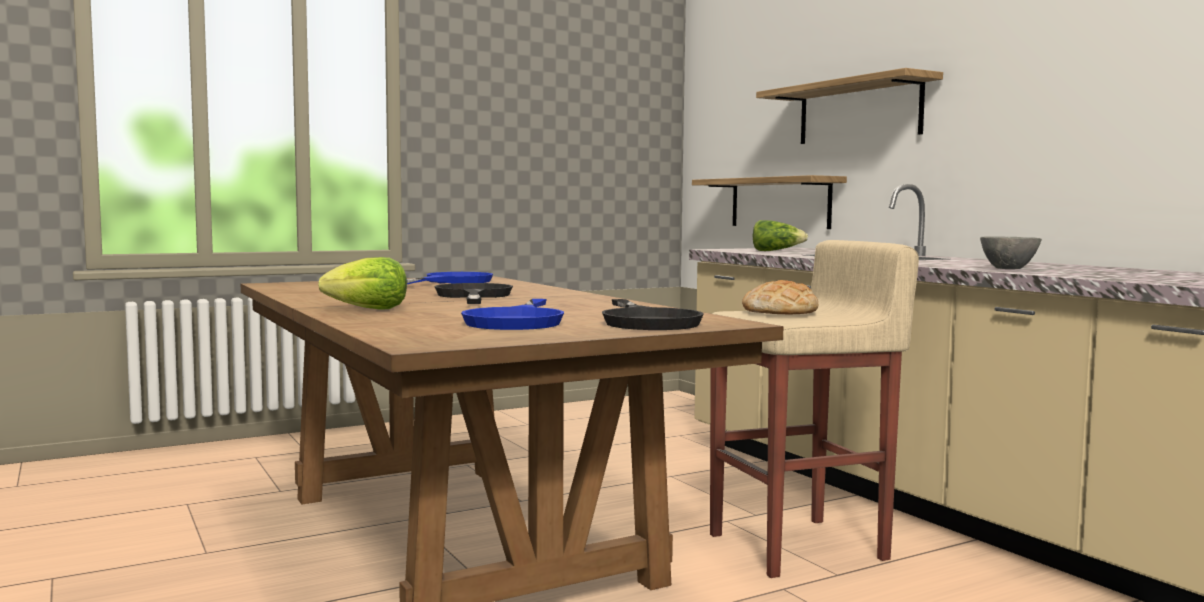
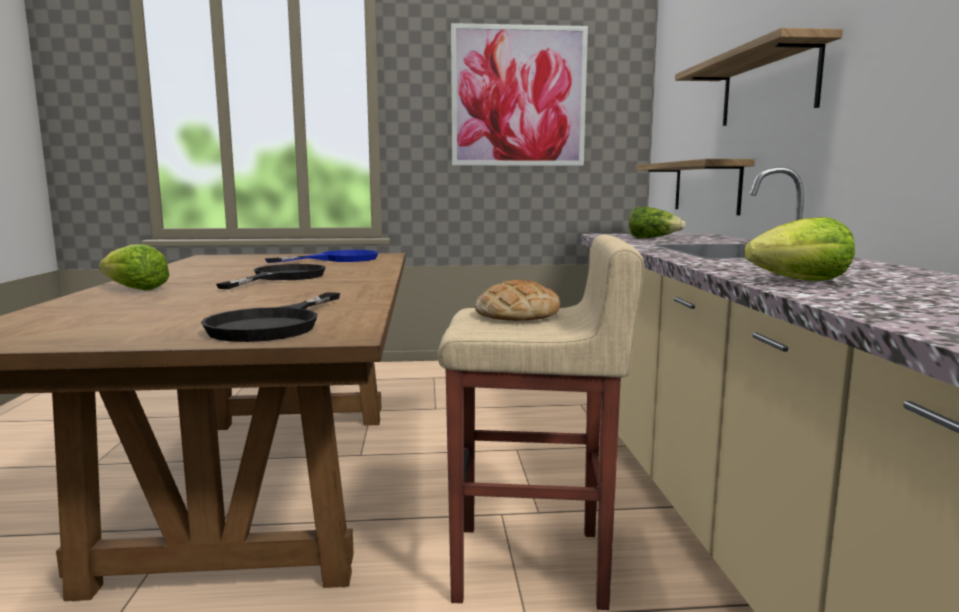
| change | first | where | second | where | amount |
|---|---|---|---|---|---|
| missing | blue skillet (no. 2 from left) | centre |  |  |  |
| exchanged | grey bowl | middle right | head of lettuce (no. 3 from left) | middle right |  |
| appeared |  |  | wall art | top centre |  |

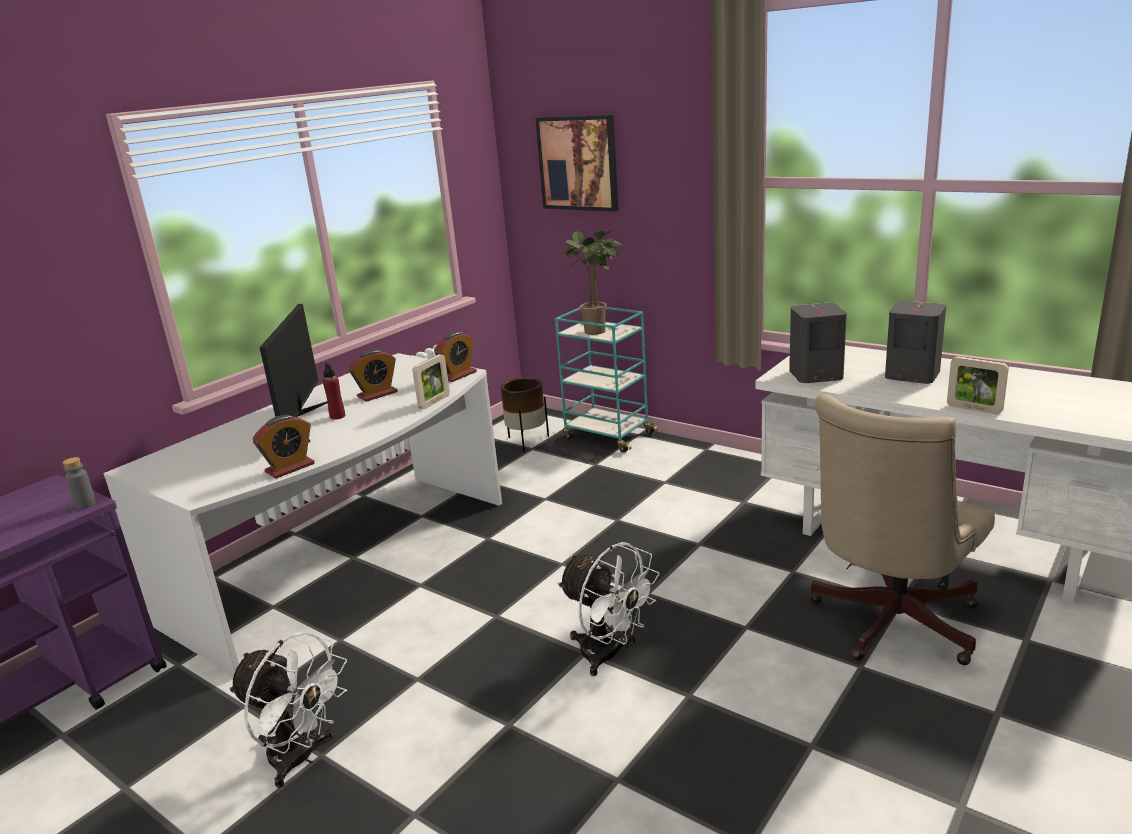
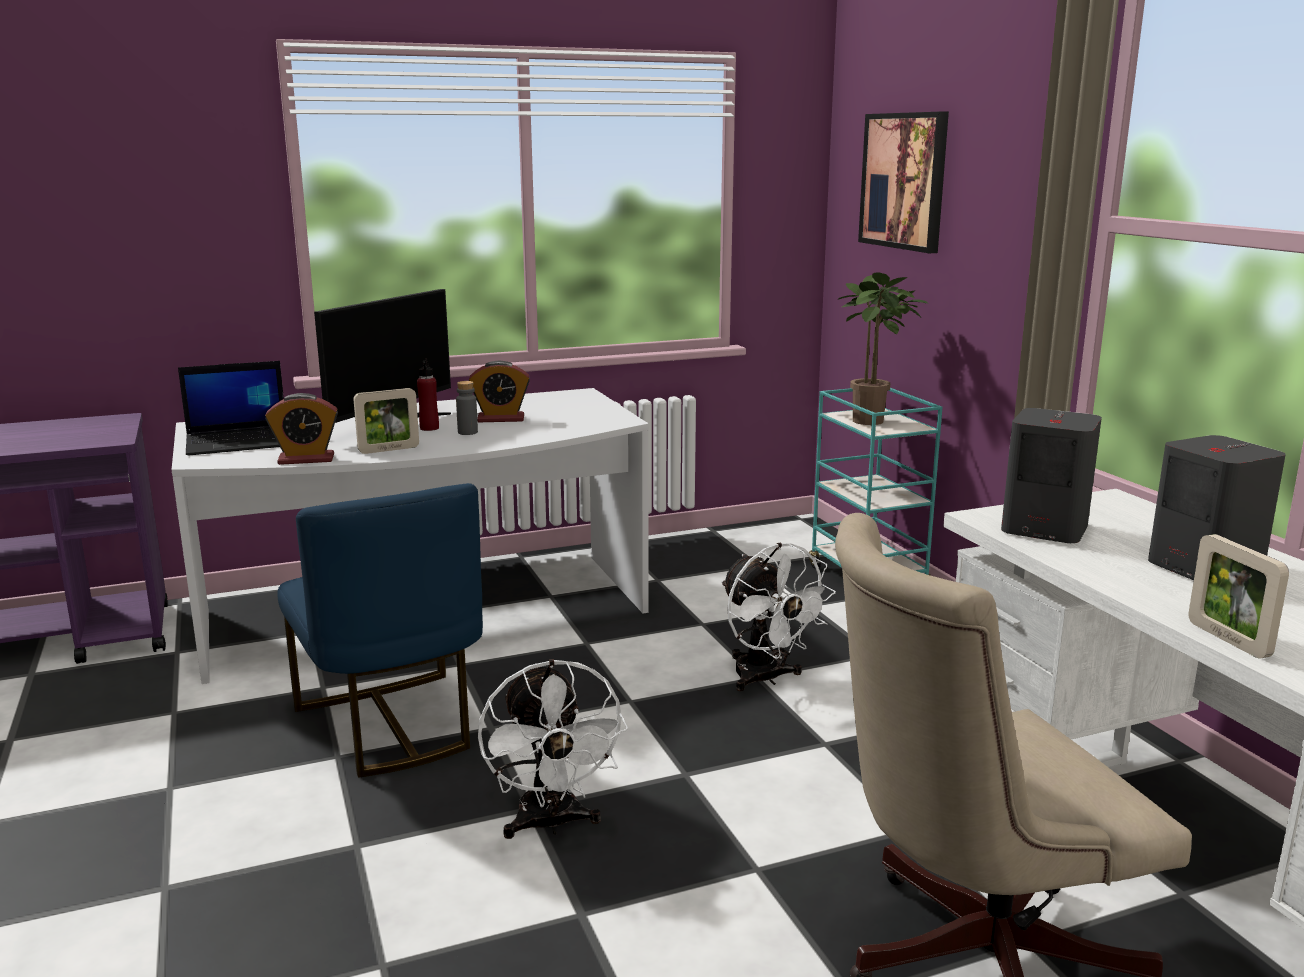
| change | first | where | second | where | amount |
|---|---|---|---|---|---|
| relocated | grey bottle | middle left |  | centre |  |
| relocated | whitish fan (no. 1 from left in the first image) | bottom left | whitish fan (no. 2 from left) | centre |  |
| relocated | picture frame (no. 1 from left) | centre |  | middle left |  |
| missing | bedside clock (no. 3 from left) | centre |  |  |  |
| missing | brown plant pot | centre |  |  |  |
| appeared |  |  | portable computer | middle left |  |
| appeared |  |  | blue chair | middle left |  |

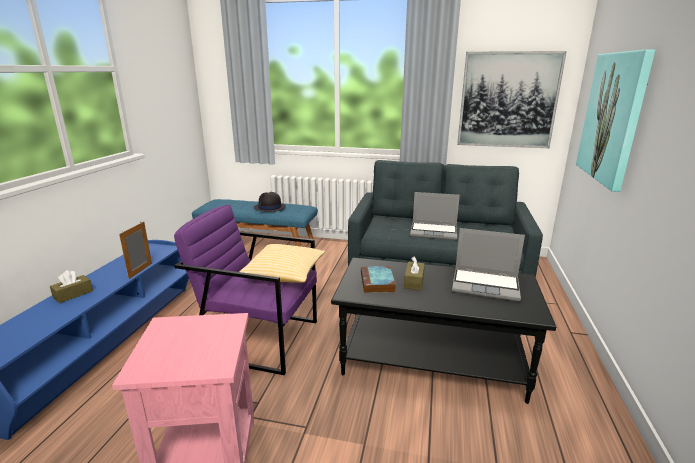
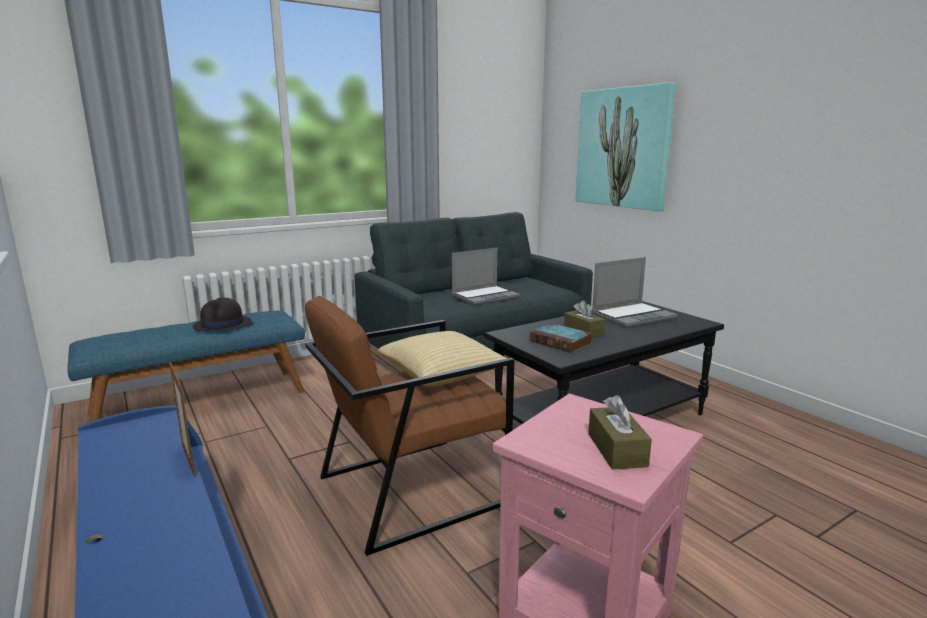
| change | first | where | second | where | amount |
|---|---|---|---|---|---|
| relocated | brown box of tissues (no. 1 from left in the first image) | middle left | brown box of tissues (no. 2 from left) | bottom right |  |
| colour | purple easy chair | centre | brown easy chair | bottom centre |  |
| missing | wall art (no. 1 from left) | top right |  |  |  |

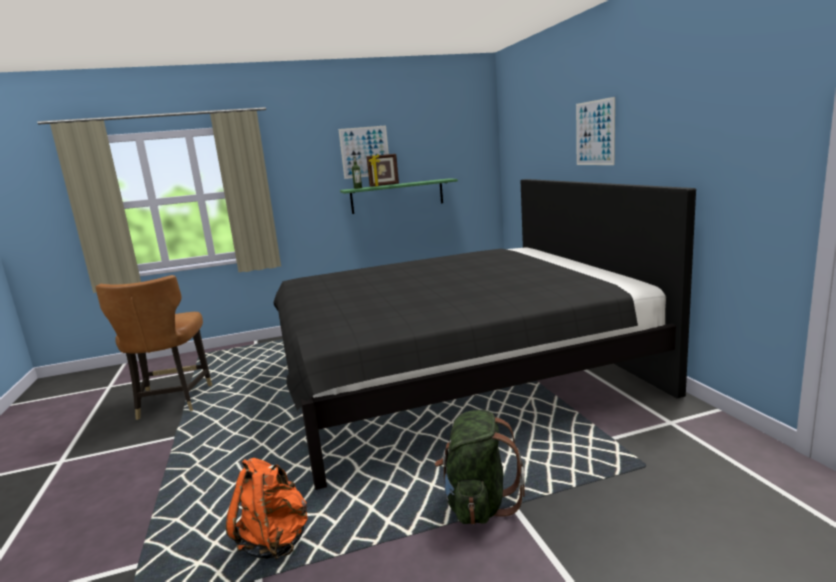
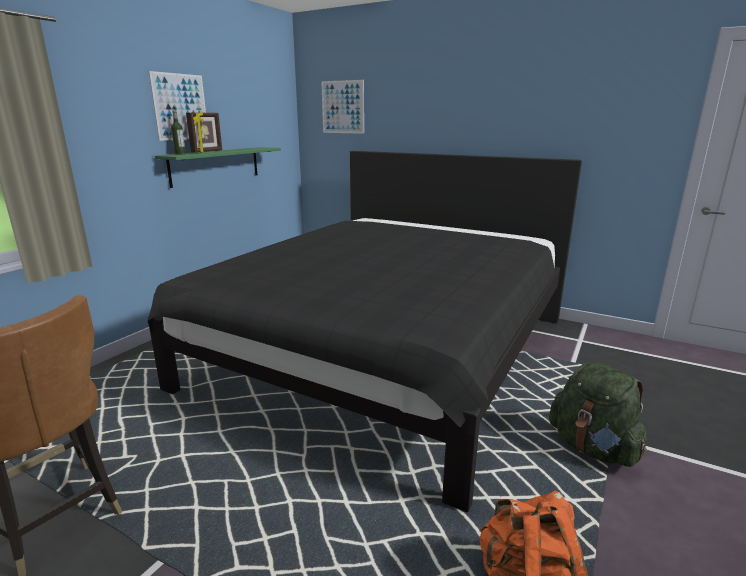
| change | first | where | second | where | amount |
|---|---|---|---|---|---|
| relocated | wall art (no. 2 from left) | top right |  | top centre |  |

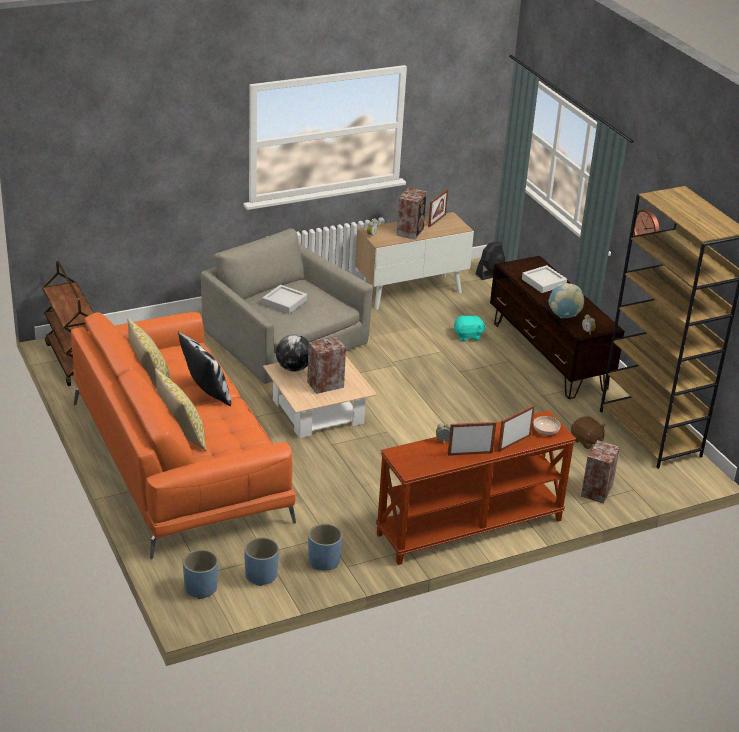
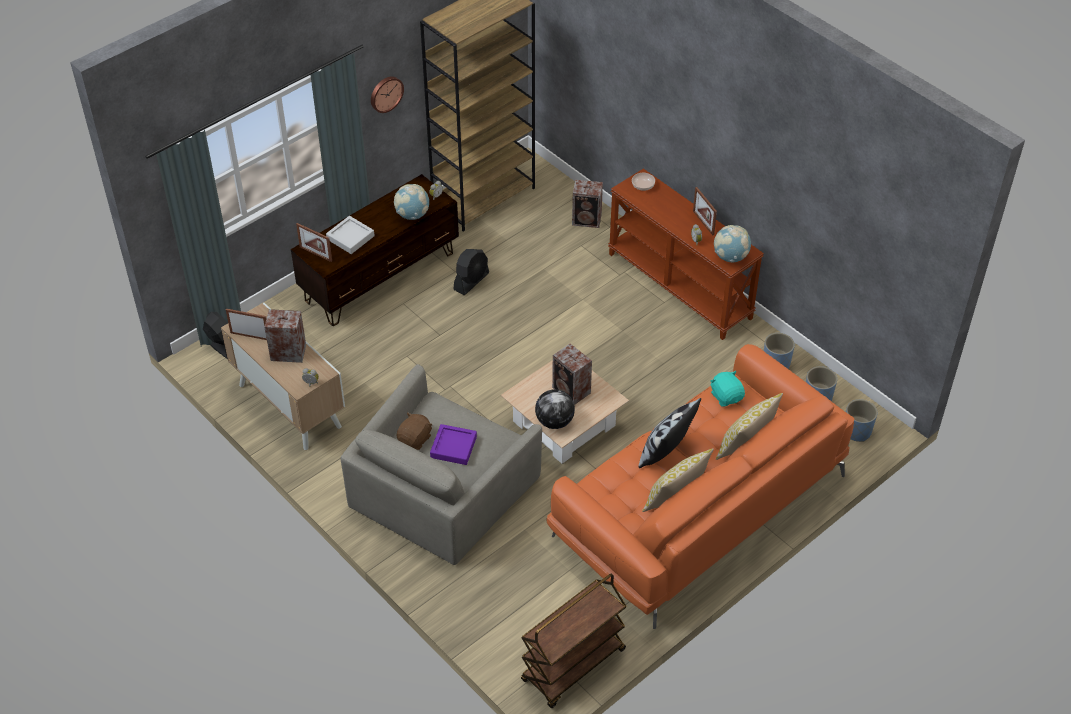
| change | first | where | second | where | amount |
|---|---|---|---|---|---|
| colour | grey carrying tray (no. 1 from left) | centre | purple carrying tray | centre |  |
| relocated | turquoise-coloured cuddly toy | centre |  | middle right |  |
| relocated | picture frame (no. 3 from left in the first image) | middle right | picture frame (no. 2 from left) | middle left |  |
| relocated | brown cuddly toy | middle right |  | centre |  |
| appeared |  |  | black fan (no. 2 from left) | centre |  |
| appeared |  |  | desk globe (no. 3 from left) | middle right |  |

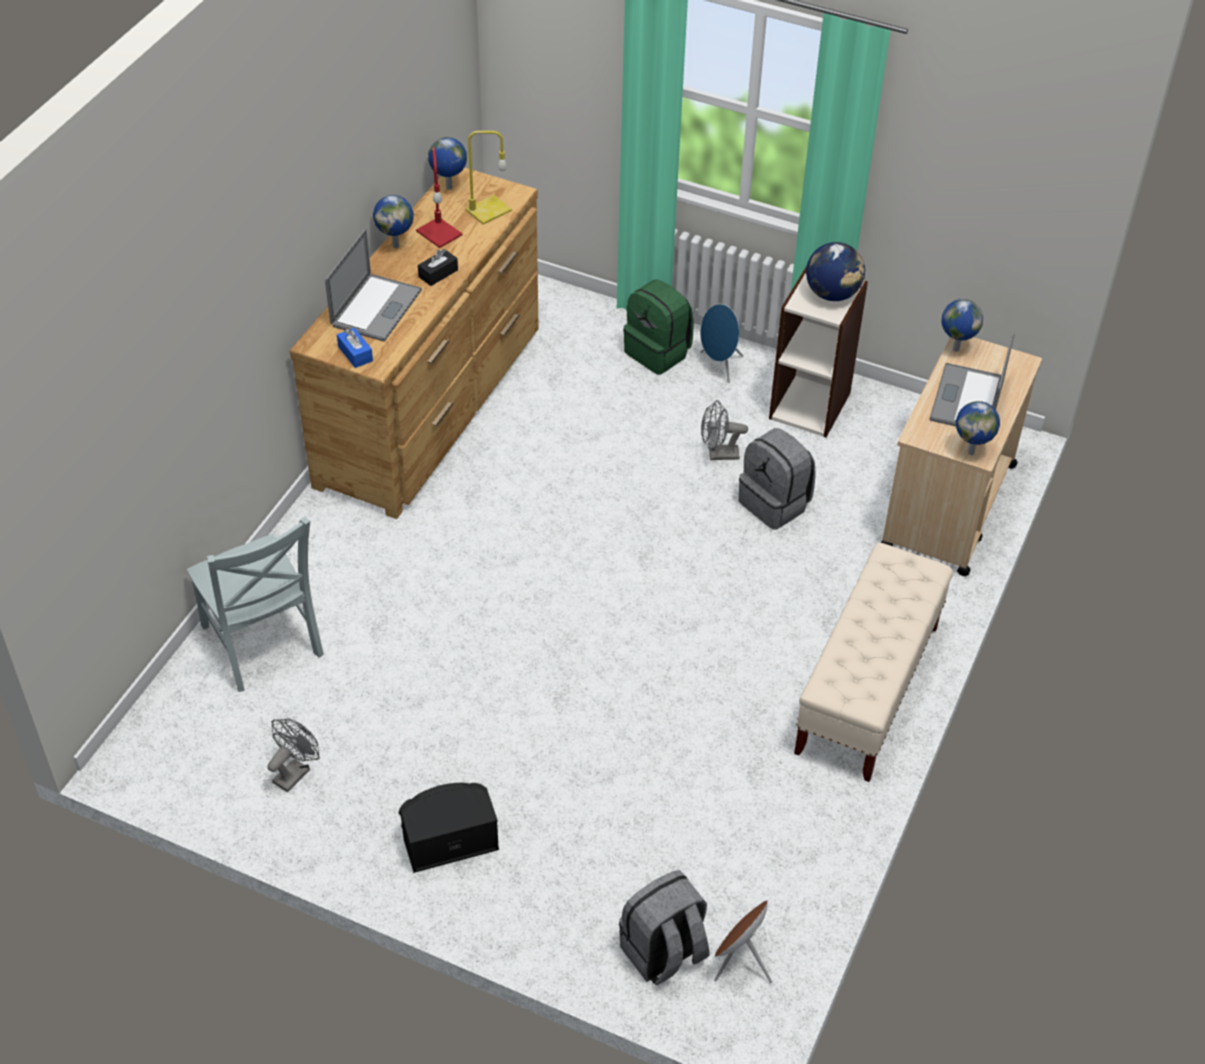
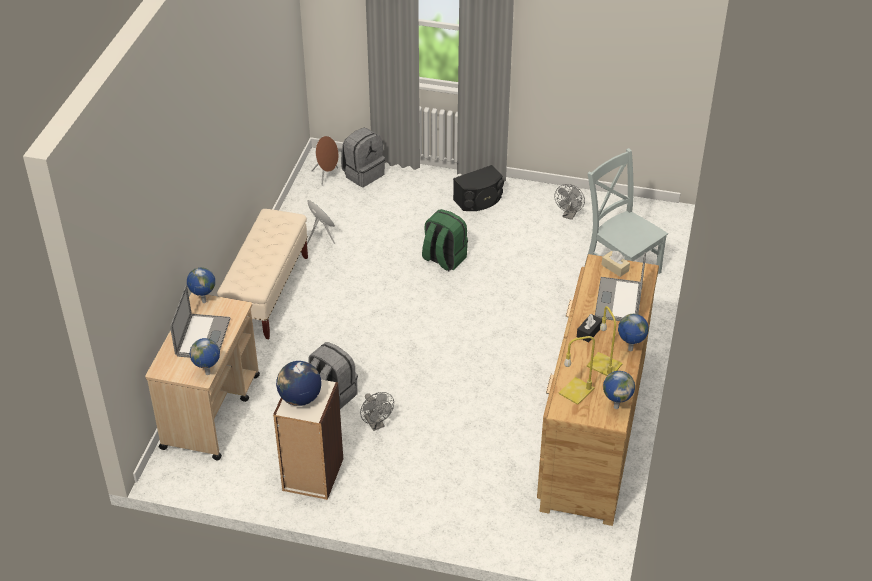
| change | first | where | second | where | amount |
|---|---|---|---|---|---|
| colour | blue box of tissues | top left | beige-coloured box of tissues | middle right |  |
| colour | reddish table lamp | top centre | yellowish table lamp (no. 2 from left) | middle right |  |
| relocated | green-coloured rucksack | top centre |  | centre |  |
| relocated | blue speaker | top centre |  | centre |  |
| spun | grey fan (no. 2 from left in the first image) | centre | grey fan (no. 1 from left) | bottom centre | 75 degrees clockwise |

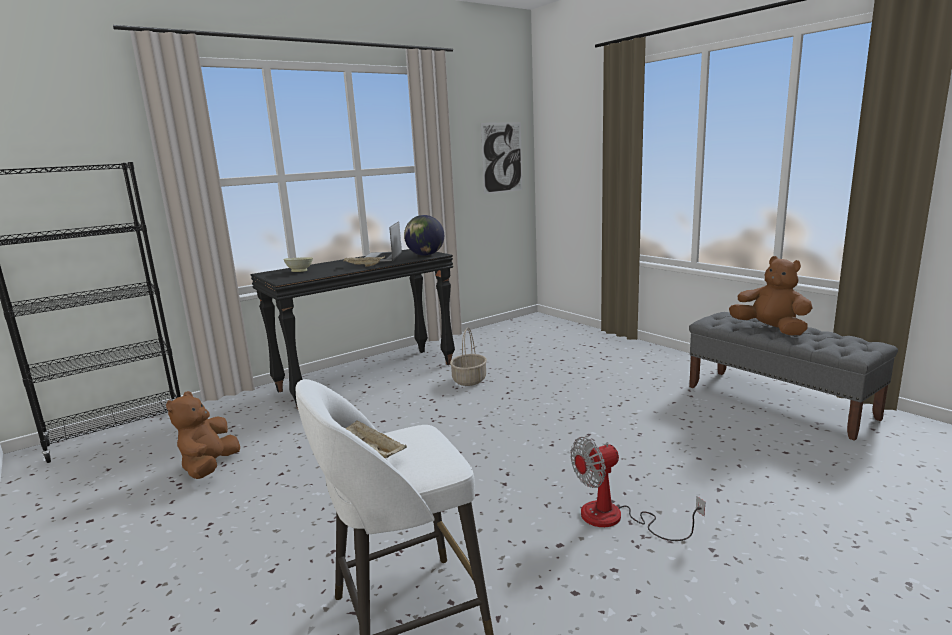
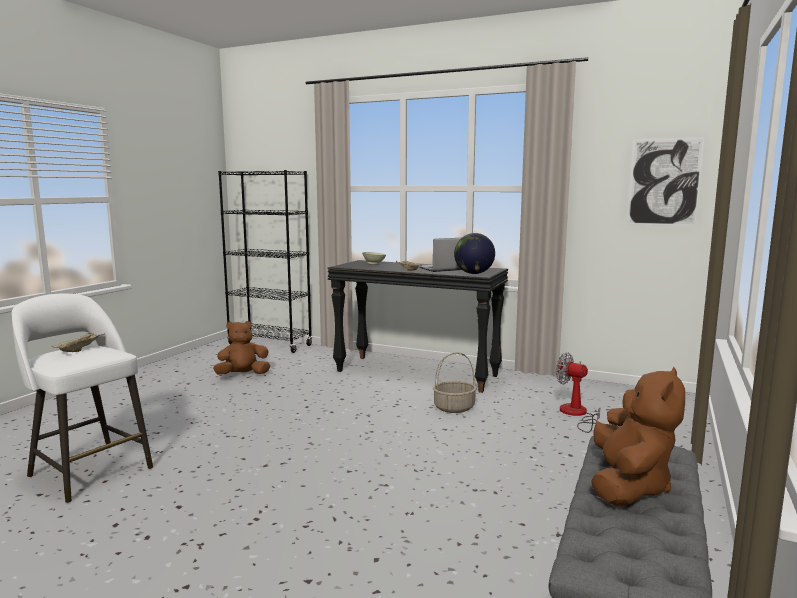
| change | first | where | second | where | amount |
|---|---|---|---|---|---|
| relocated | fan | bottom right |  | middle right |  |

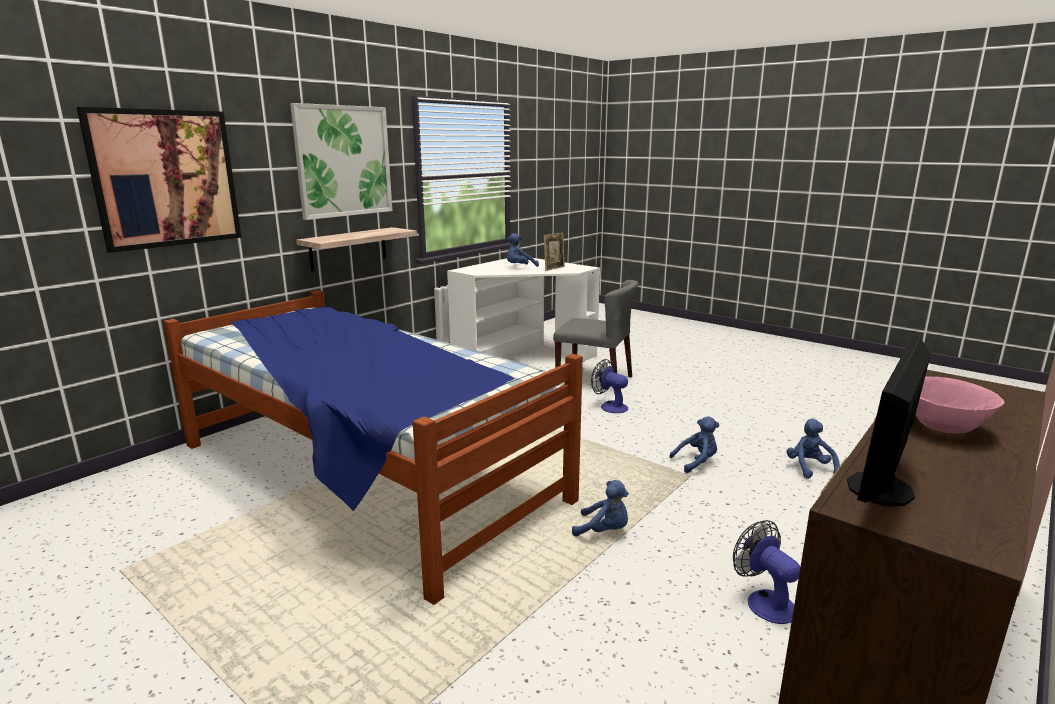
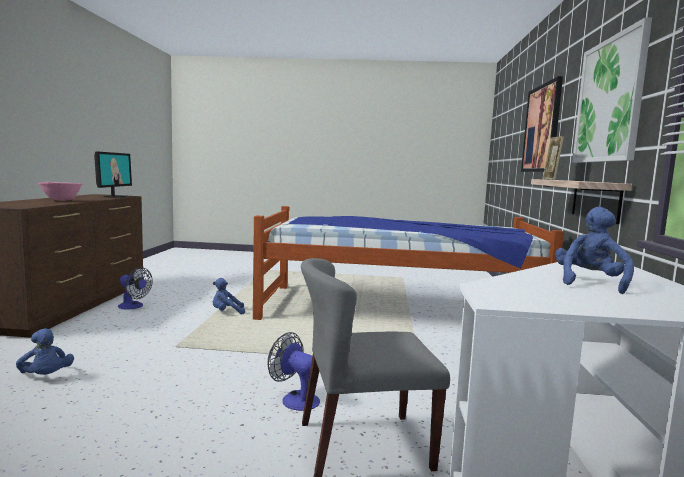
| change | first | where | second | where | amount |
|---|---|---|---|---|---|
| relocated | picture frame | centre |  | top right |  |
| spun | fan (no. 1 from left in the first image) | centre | fan (no. 2 from left) | bottom centre | 150 degrees counterclockwise |
| missing | blue cuddly toy (no. 3 from left) | centre |  |  |  |

